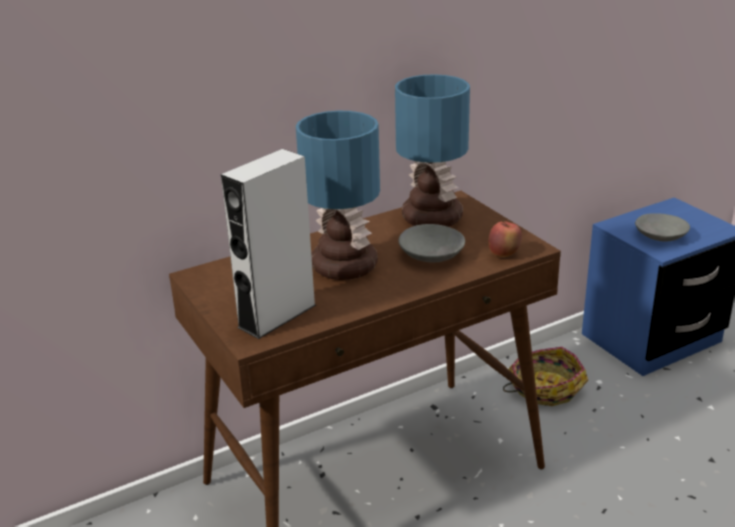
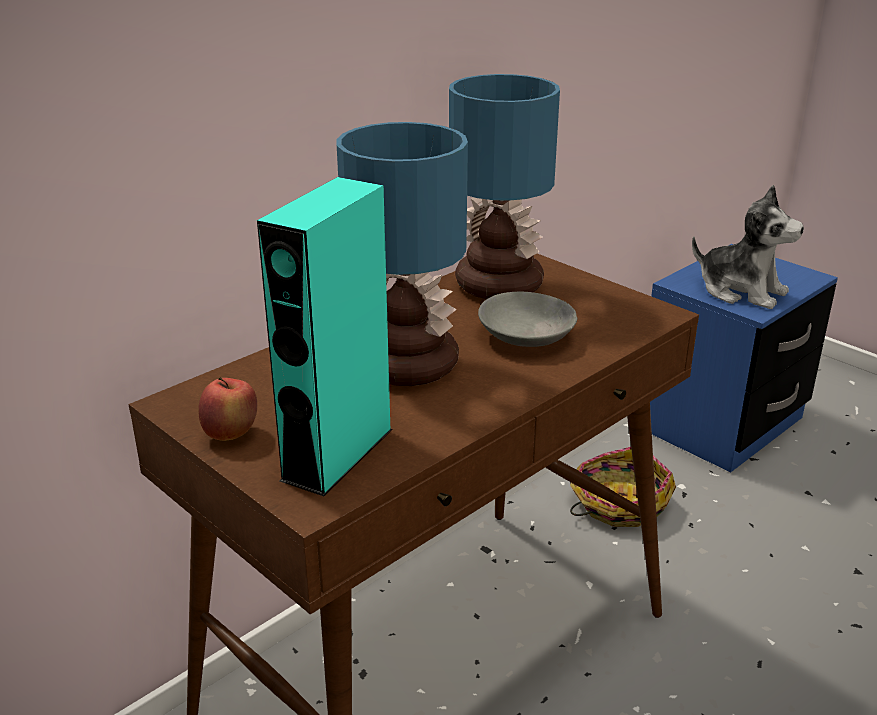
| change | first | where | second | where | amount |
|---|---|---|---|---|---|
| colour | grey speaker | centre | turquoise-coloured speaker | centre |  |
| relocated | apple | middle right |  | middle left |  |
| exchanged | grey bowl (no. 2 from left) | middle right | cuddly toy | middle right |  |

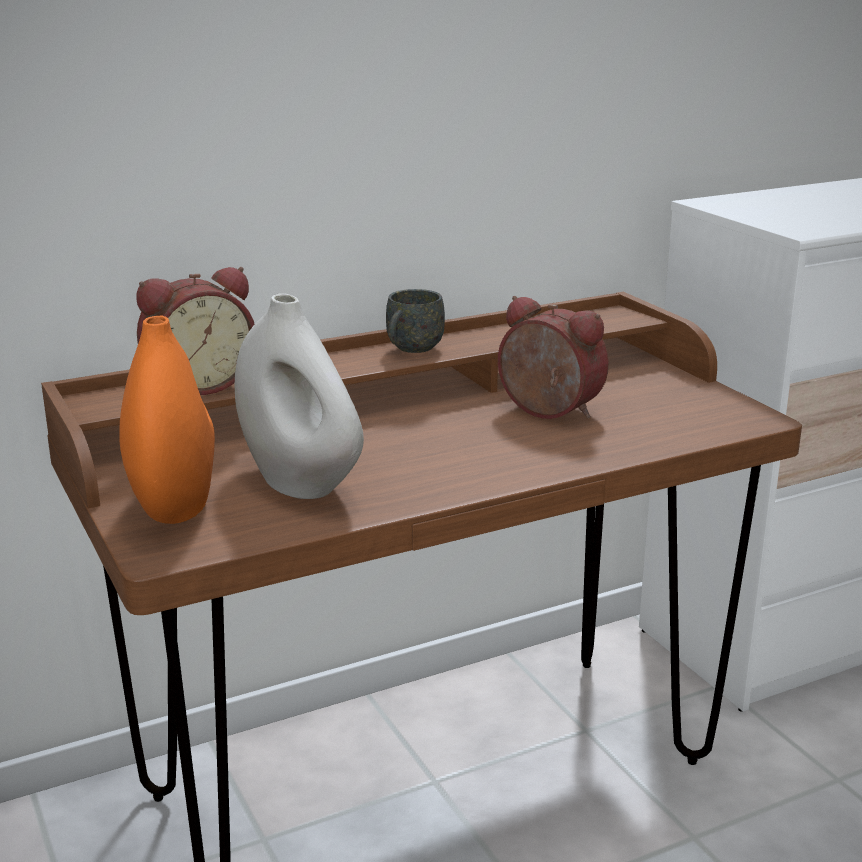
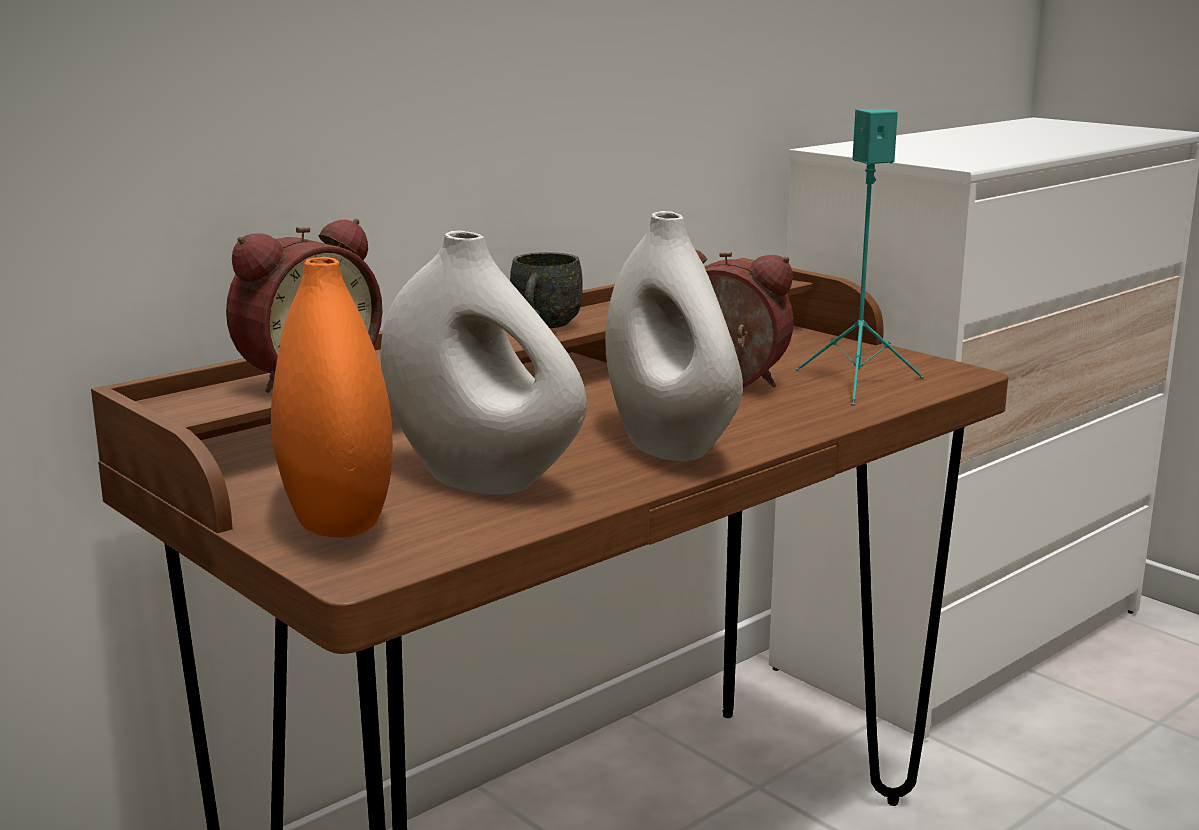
| change | first | where | second | where | amount |
|---|---|---|---|---|---|
| appeared |  |  | whitish vase (no. 2 from left) | centre |  |
| appeared |  |  | turquoise-coloured speaker | top right |  |

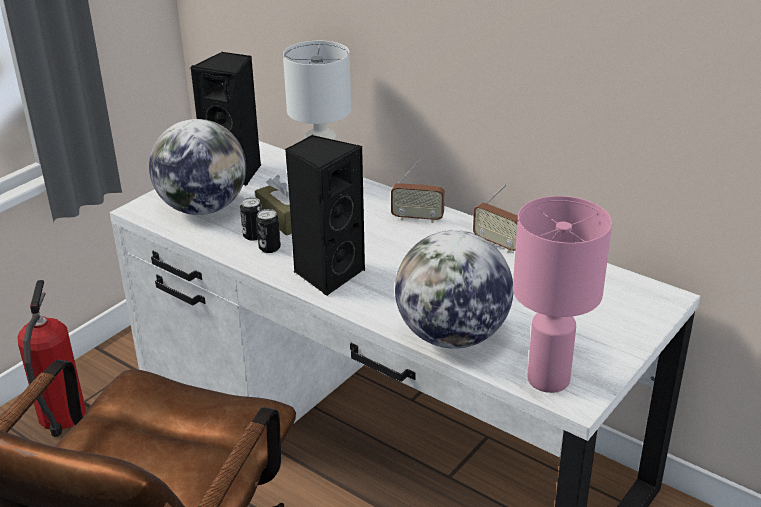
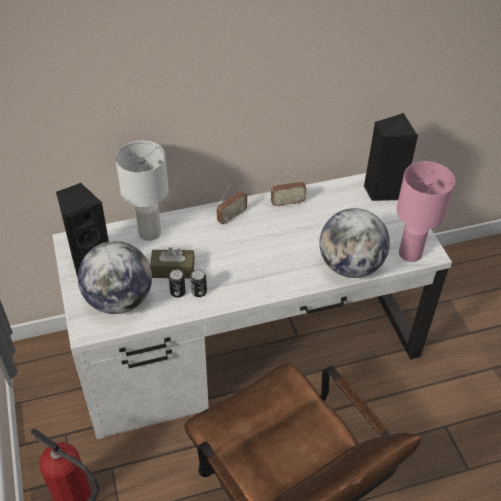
| change | first | where | second | where | amount |
|---|---|---|---|---|---|
| relocated | black speaker (no. 2 from left) | centre |  | top right |  |

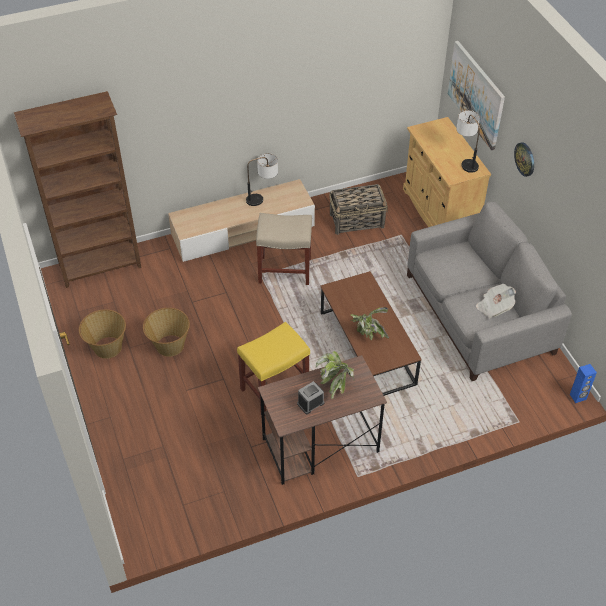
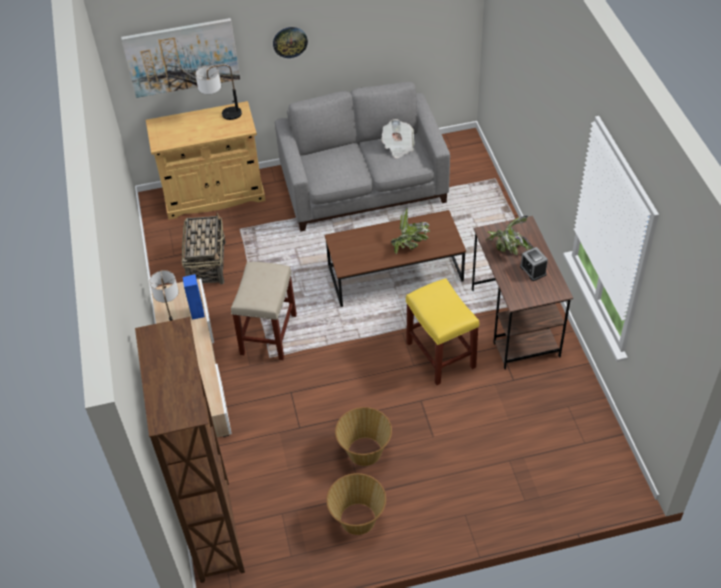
| change | first | where | second | where | amount |
|---|---|---|---|---|---|
| relocated | blue speaker | middle right |  | middle left |  |

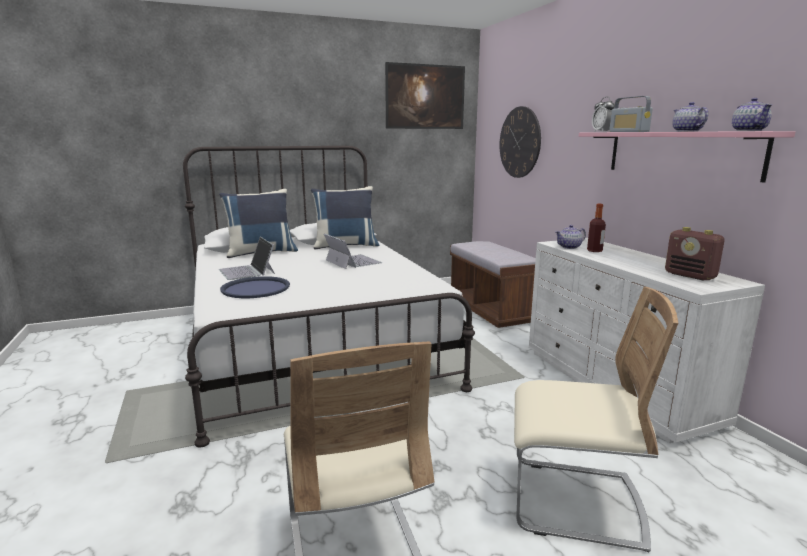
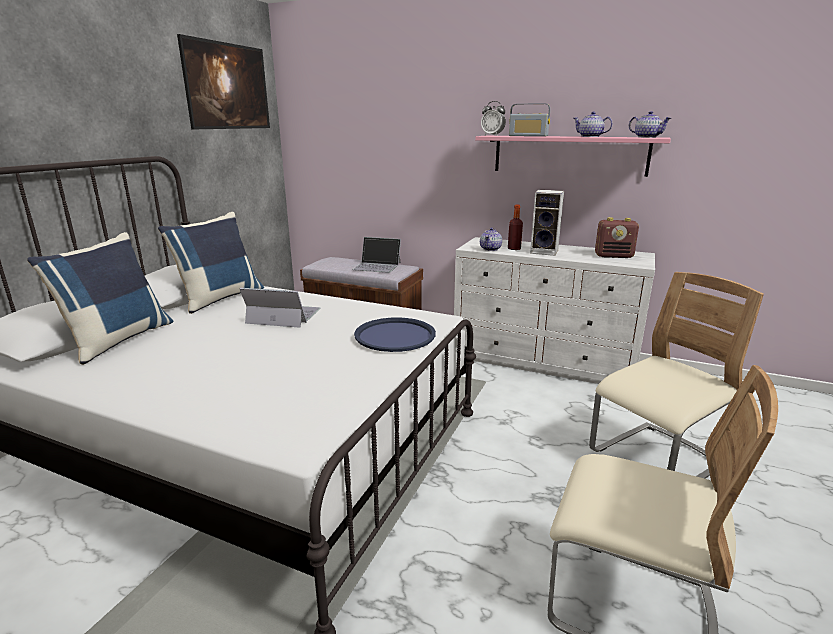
| change | first | where | second | where | amount |
|---|---|---|---|---|---|
| relocated | portable computer (no. 1 from left in the first image) | middle left | portable computer (no. 2 from left) | centre |  |
| relocated | blue carrying tray | middle left |  | centre |  |
| missing | hanging clock | top centre |  |  |  |
| appeared |  |  | speaker | centre |  |

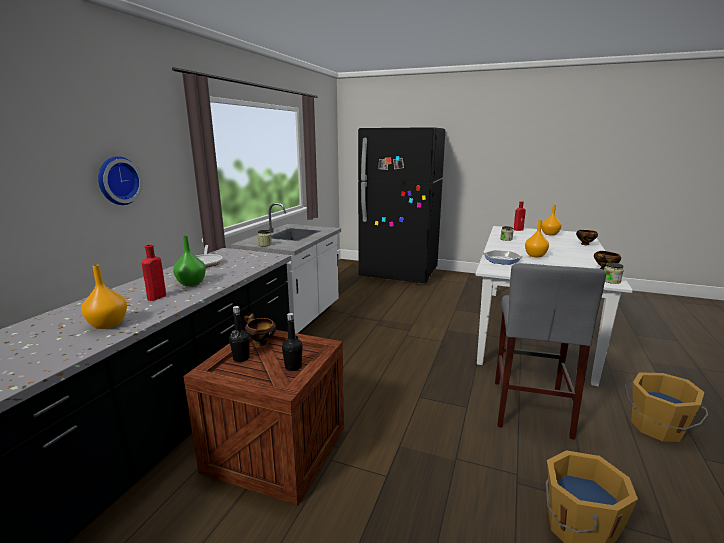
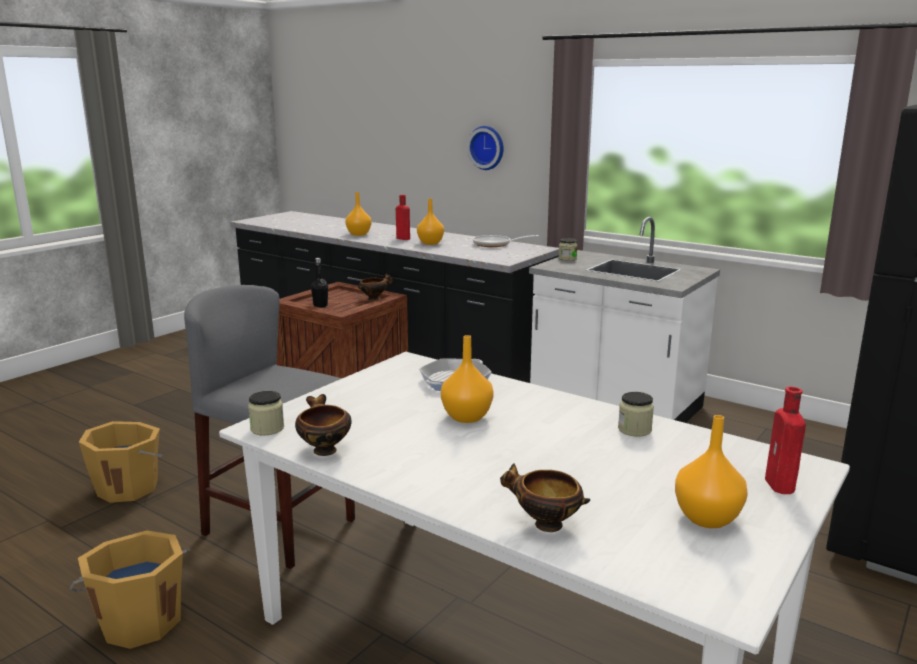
| change | first | where | second | where | amount |
|---|---|---|---|---|---|
| colour | green-coloured vase | middle left | orange-coloured vase (no. 2 from left) | top centre |  |
| missing | black bottle (no. 1 from left) | middle left |  |  |  |

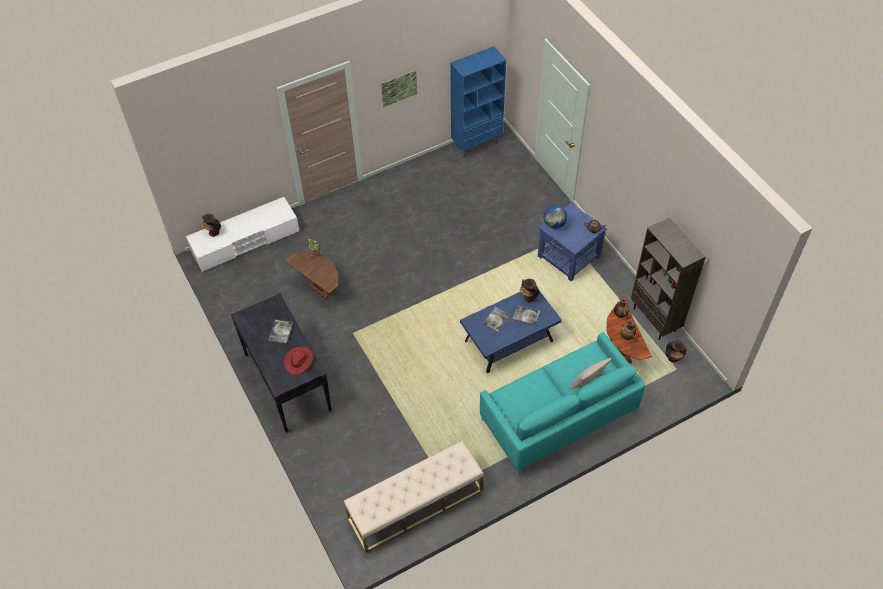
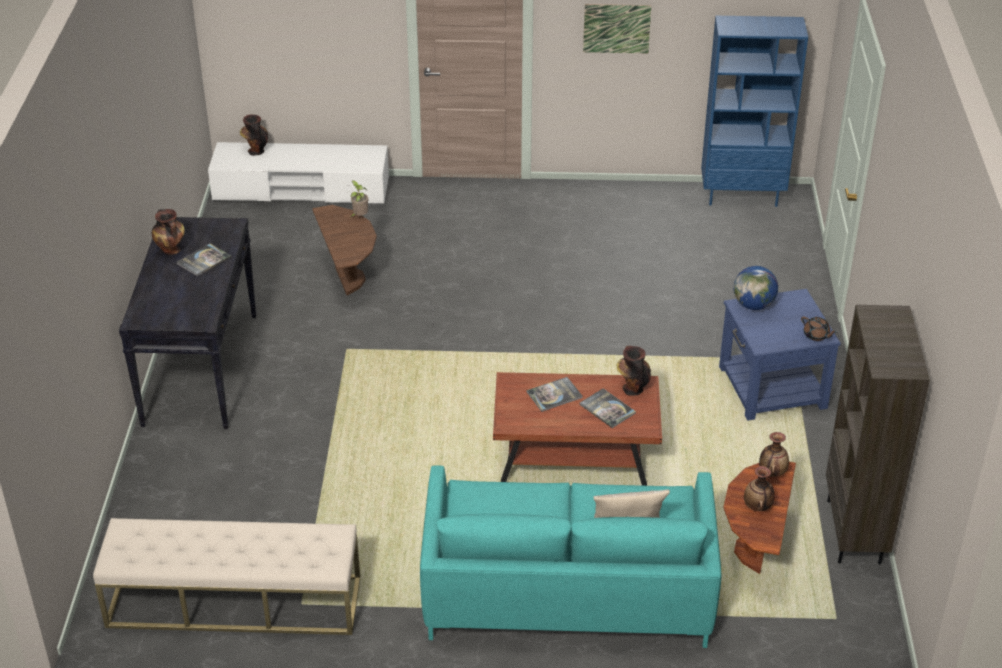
| change | first | where | second | where | amount |
|---|---|---|---|---|---|
| missing | reddish hat | centre |  |  |  |
| colour | blue lounge table | centre | brown lounge table | centre |  |
| relocated | vase (no. 5 from left in the first image) | middle right | vase (no. 1 from left) | middle left |  |

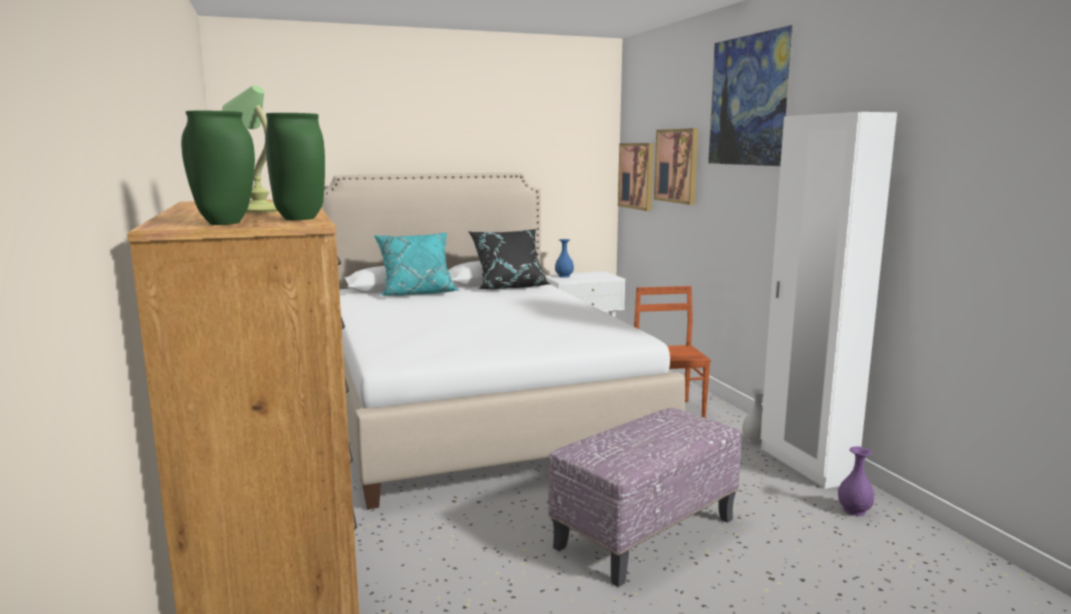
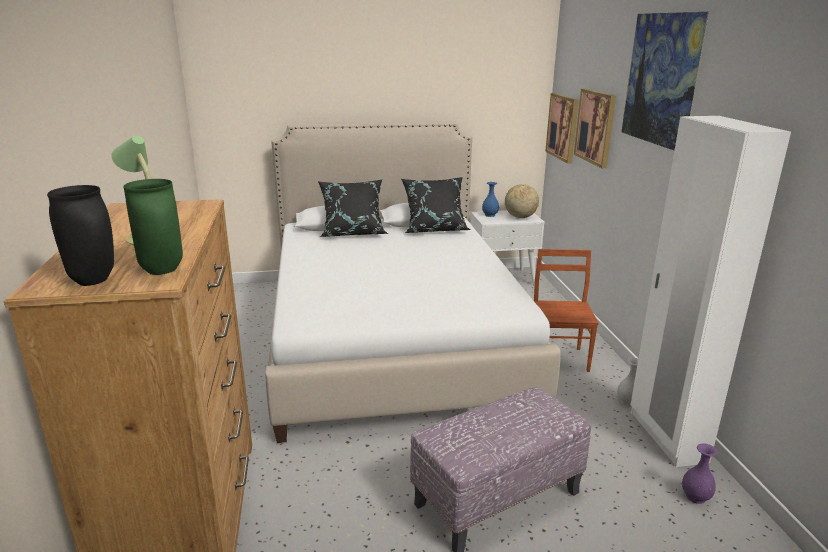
| change | first | where | second | where | amount |
|---|---|---|---|---|---|
| colour | green-coloured vase (no. 1 from left) | top left | black vase | middle left |  |
| colour | turquoise-coloured pillow | centre | black pillow (no. 1 from left) | centre |  |
| appeared |  |  | desk globe | centre |  |

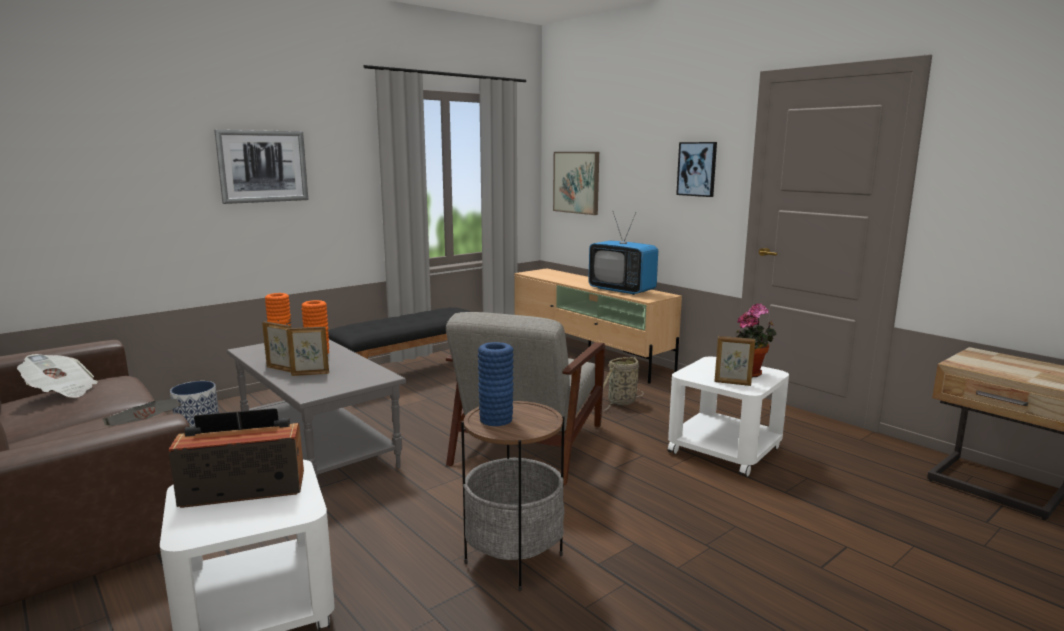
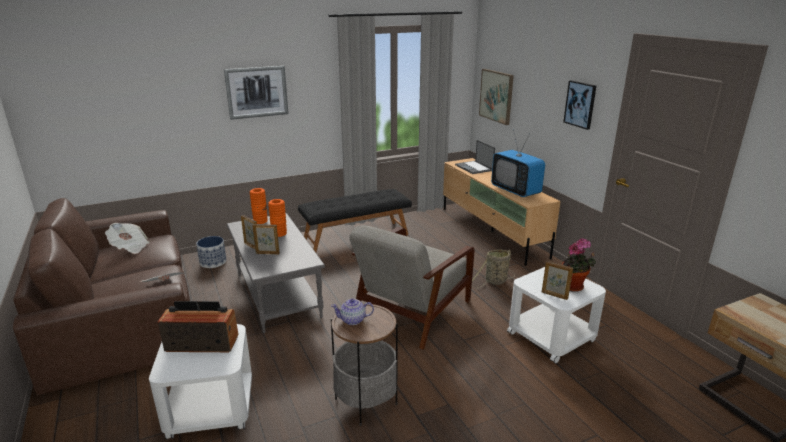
| change | first | where | second | where | amount |
|---|---|---|---|---|---|
| exchanged | blue vase | centre | pot for tea | bottom centre |  |
| appeared |  |  | portable computer | centre |  |

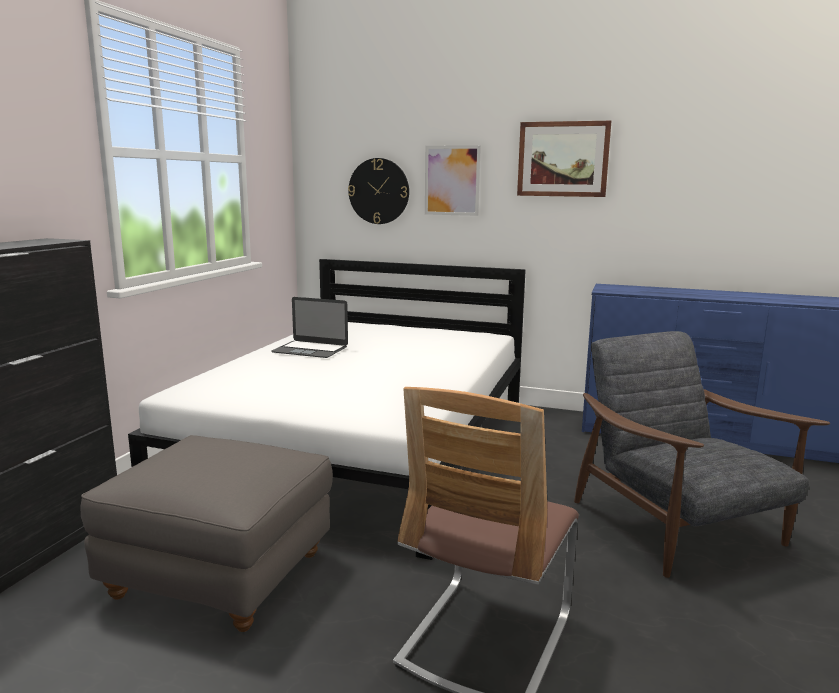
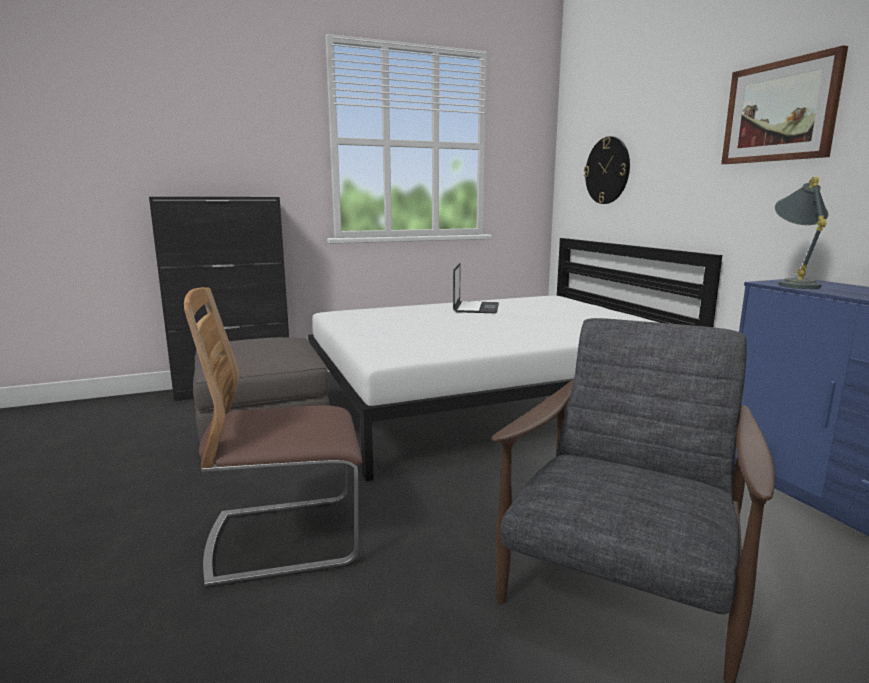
| change | first | where | second | where | amount |
|---|---|---|---|---|---|
| spun | portable computer | centre |  | centre | 150 degrees counterclockwise |
| missing | wall art (no. 1 from left) | top centre |  |  |  |
| appeared |  |  | grey table lamp | middle right |  |

